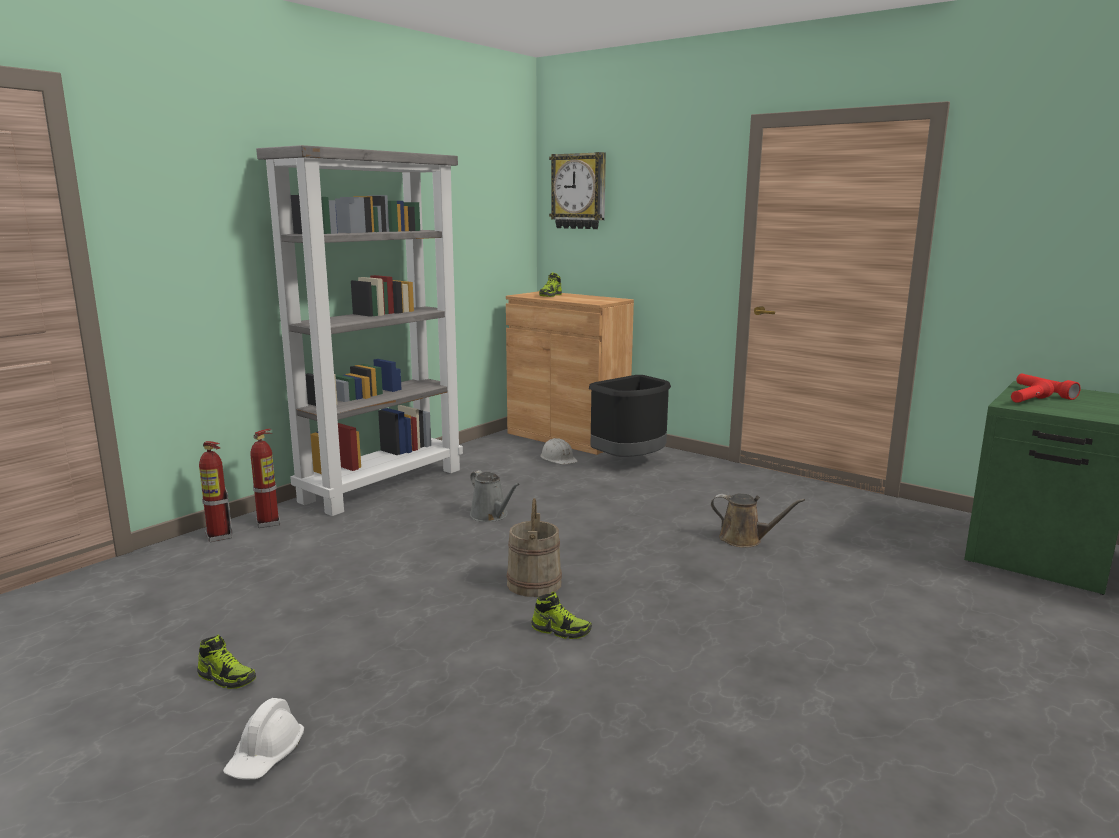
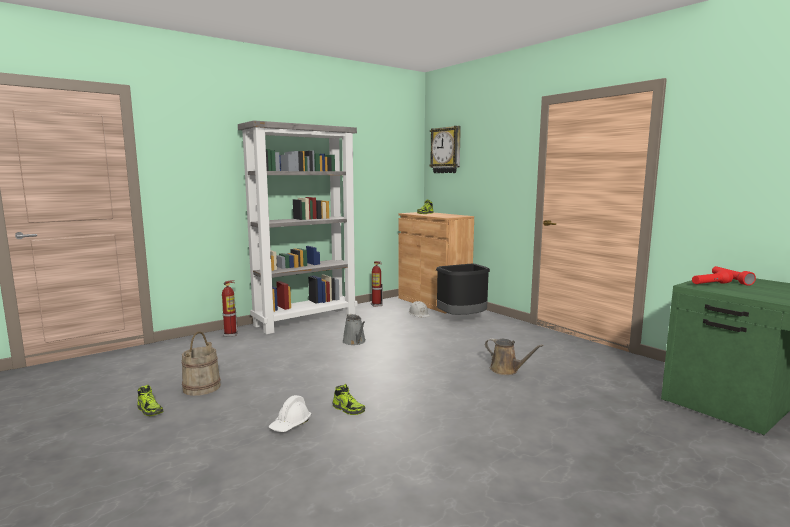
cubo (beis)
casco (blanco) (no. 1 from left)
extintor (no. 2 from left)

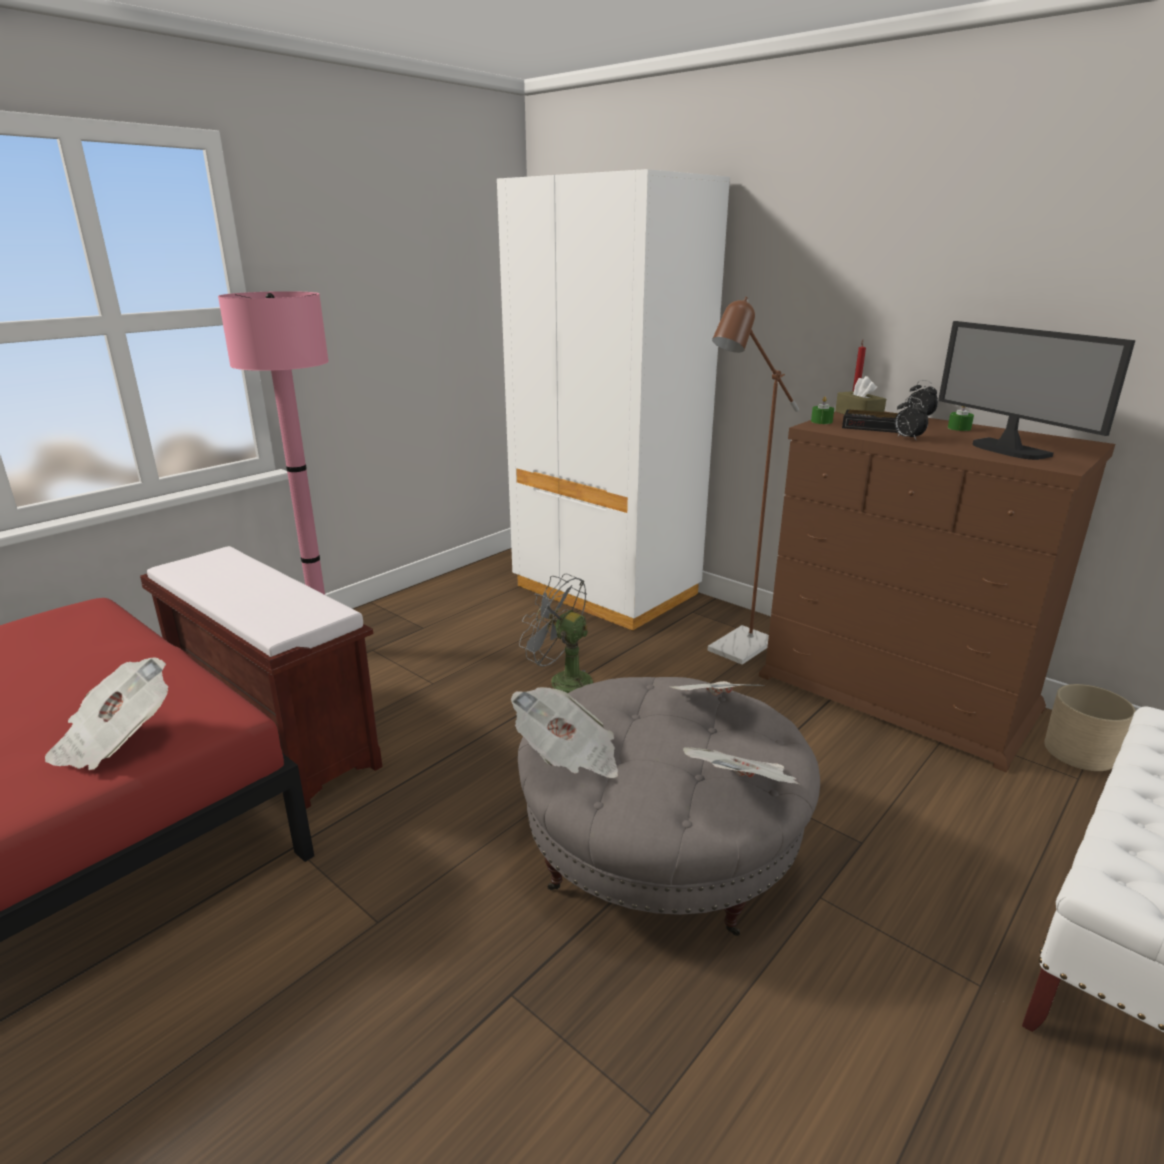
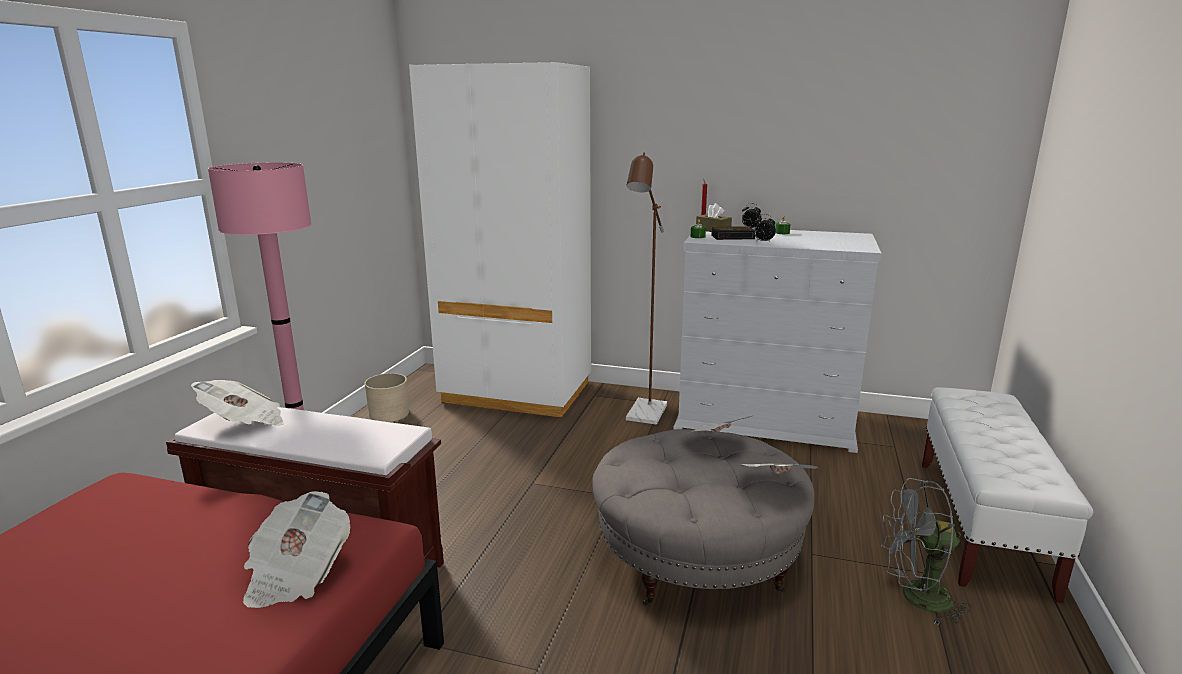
periódico (no. 1 from left)
maceta (beis)
cómoda (blanco)
ventilador (gris)
monitor

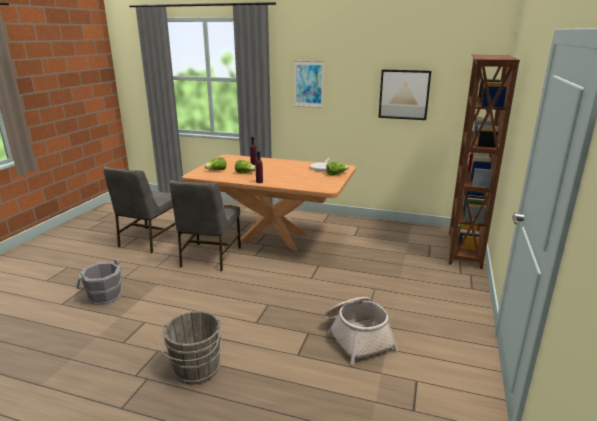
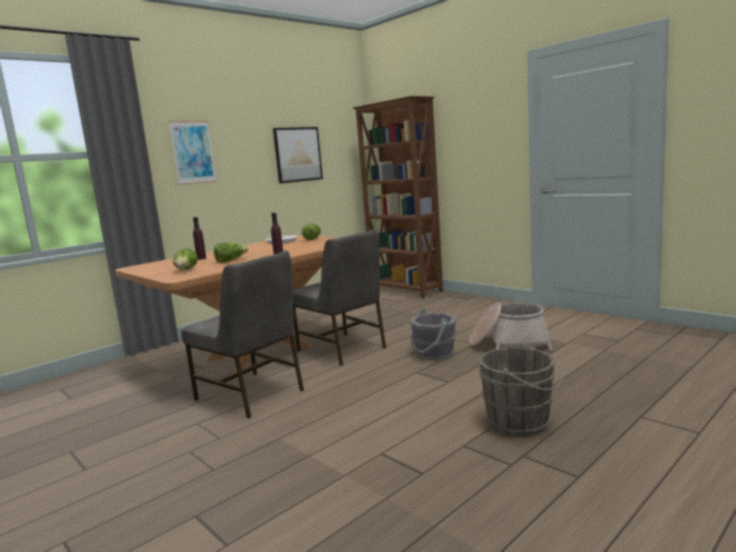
silla (gris) (no. 2 from left)
cubo (gris) (no. 1 from left)

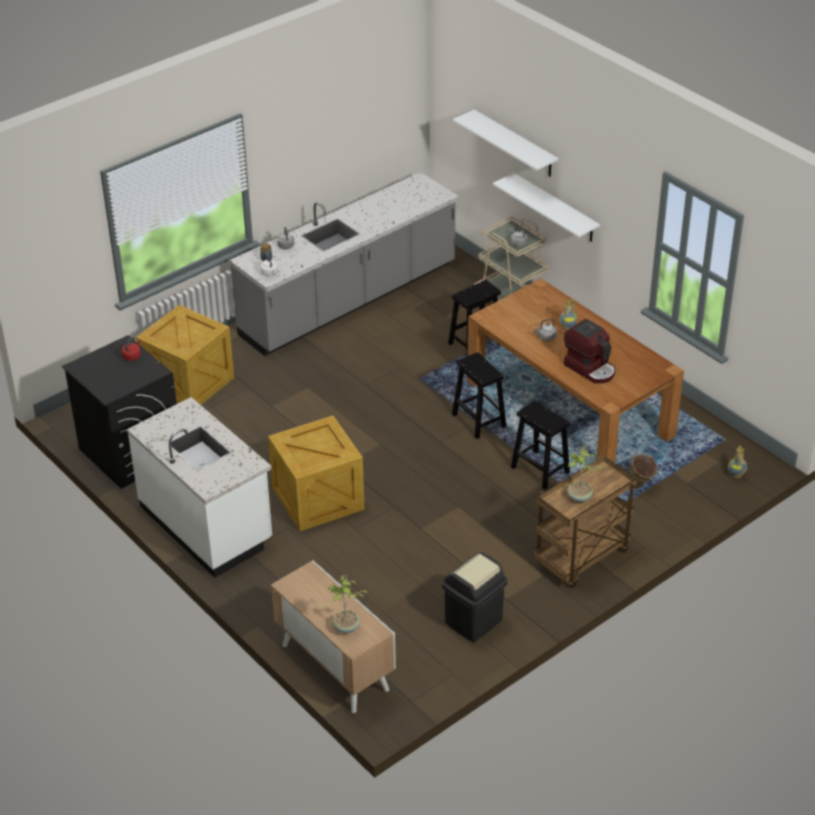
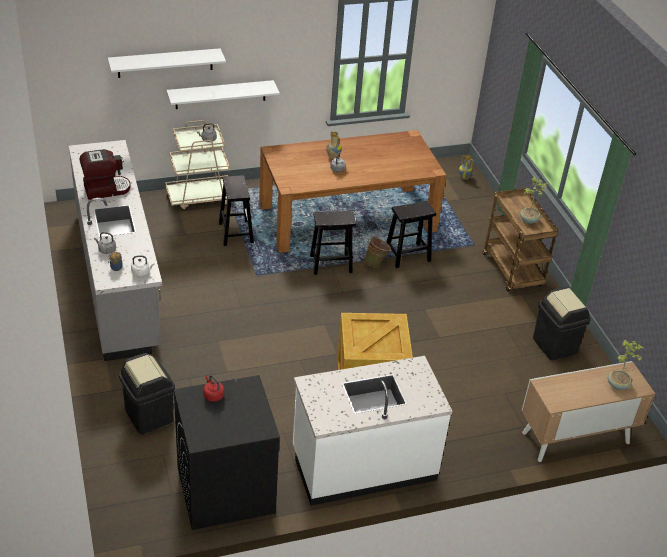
cafetera
papelera (negro) (no. 1 from left)
cubo (verde)

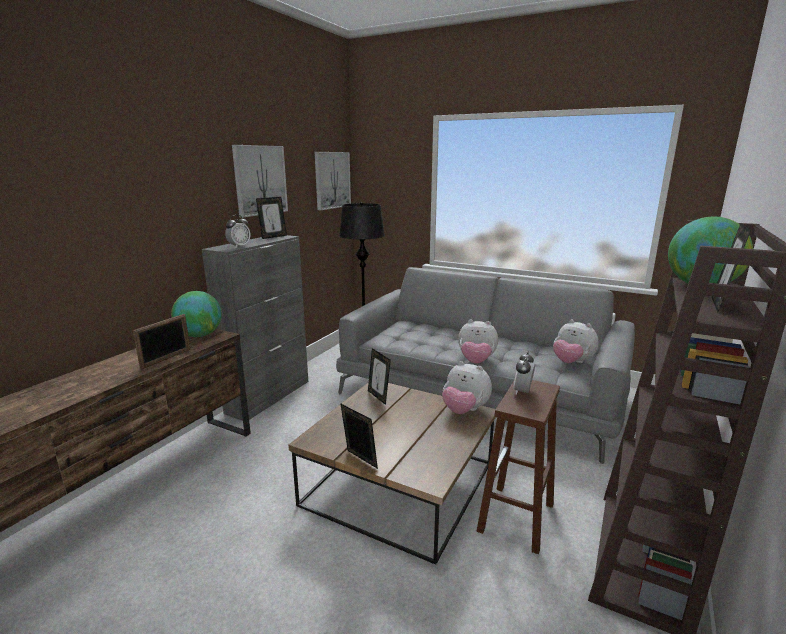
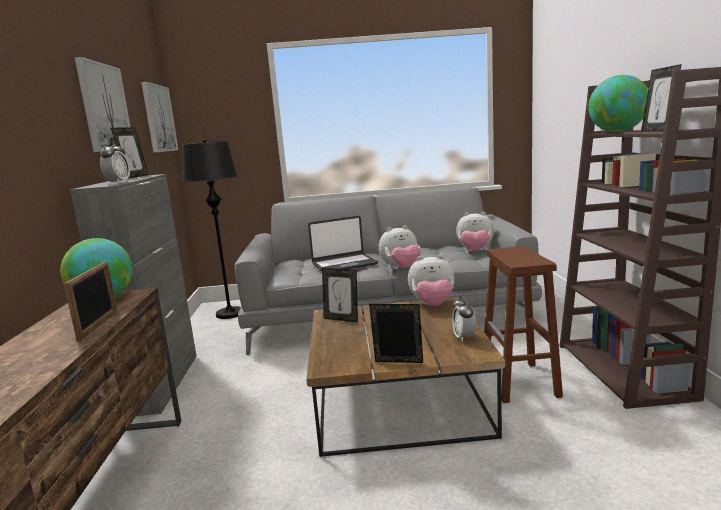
portátil
despertador (no. 2 from left)

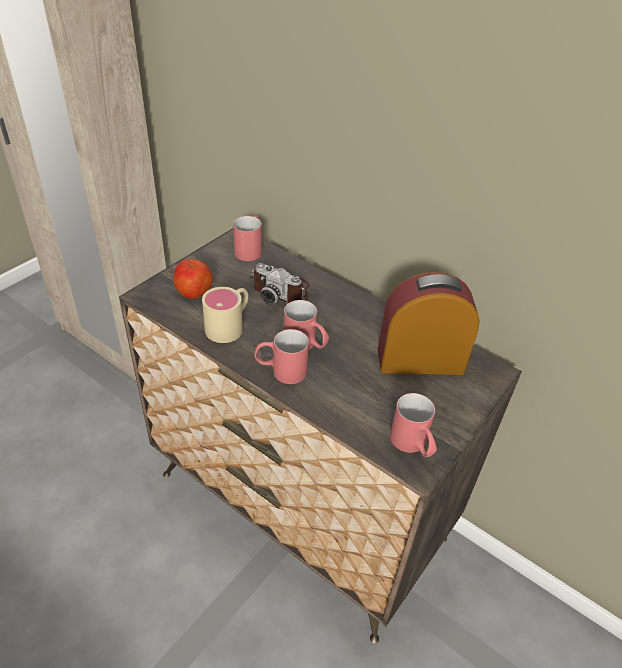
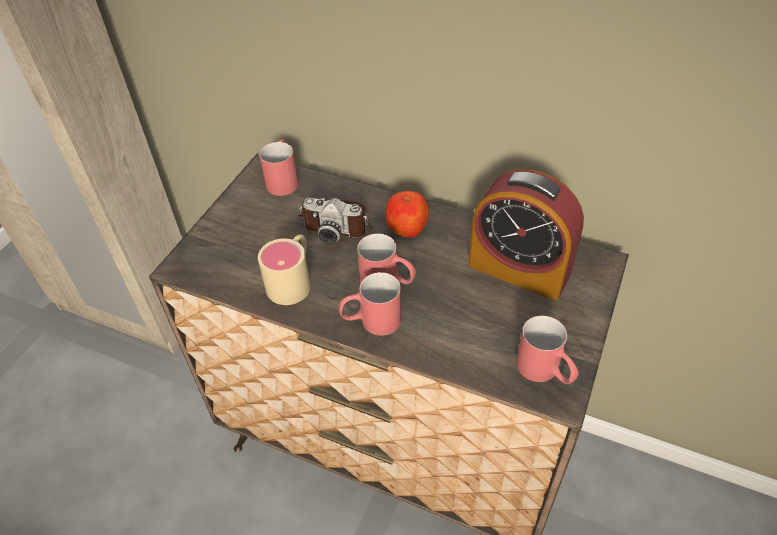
manzana
despertador

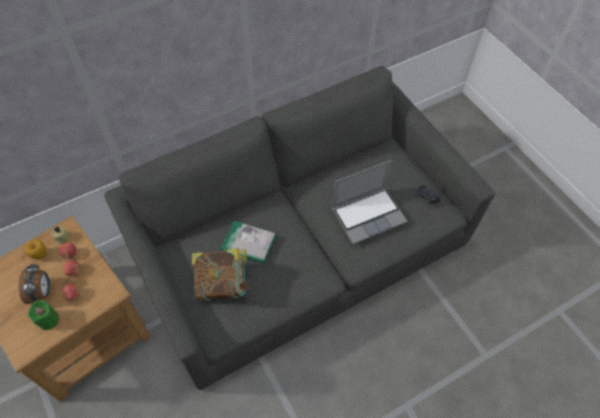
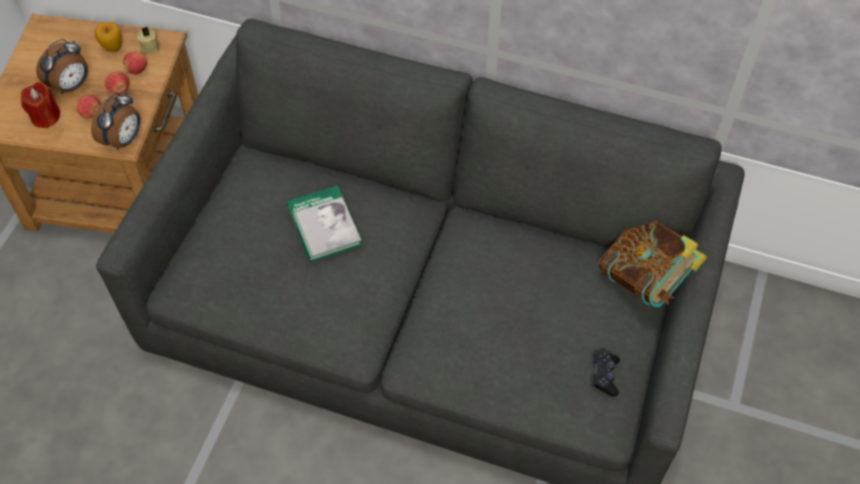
vela (rojo)
despertador (no. 2 from left)
libro (no. 2 from left)
portátil

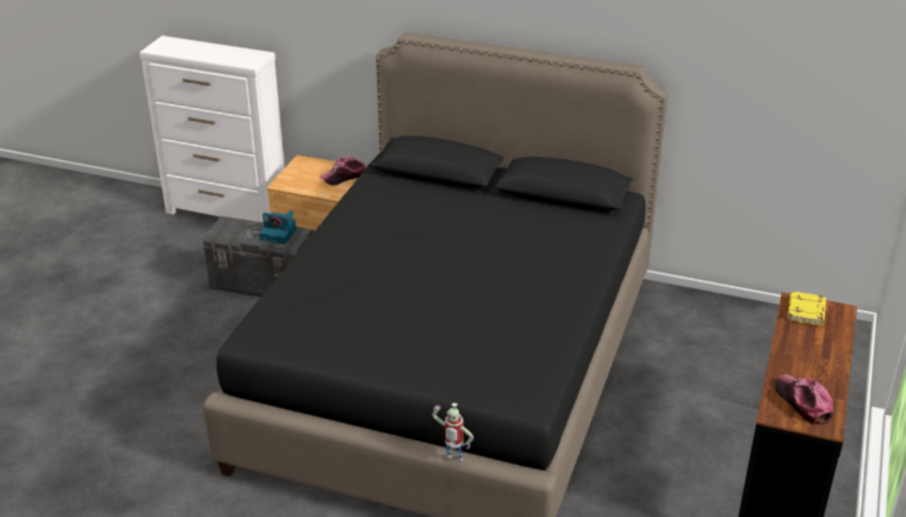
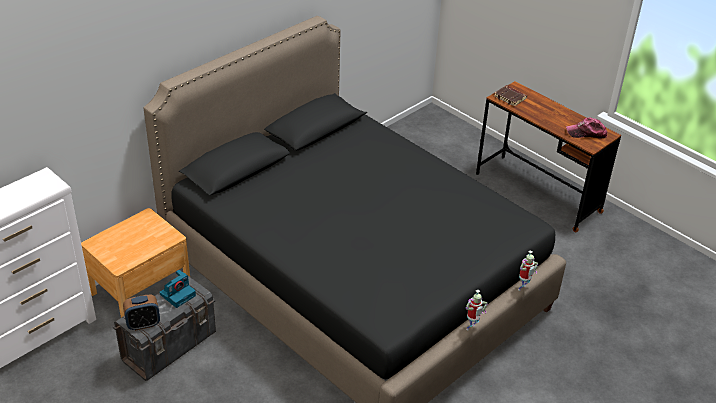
despertador
robot de juguete (no. 1 from left)
libro (marrón)
gorra (no. 1 from left in the first image)

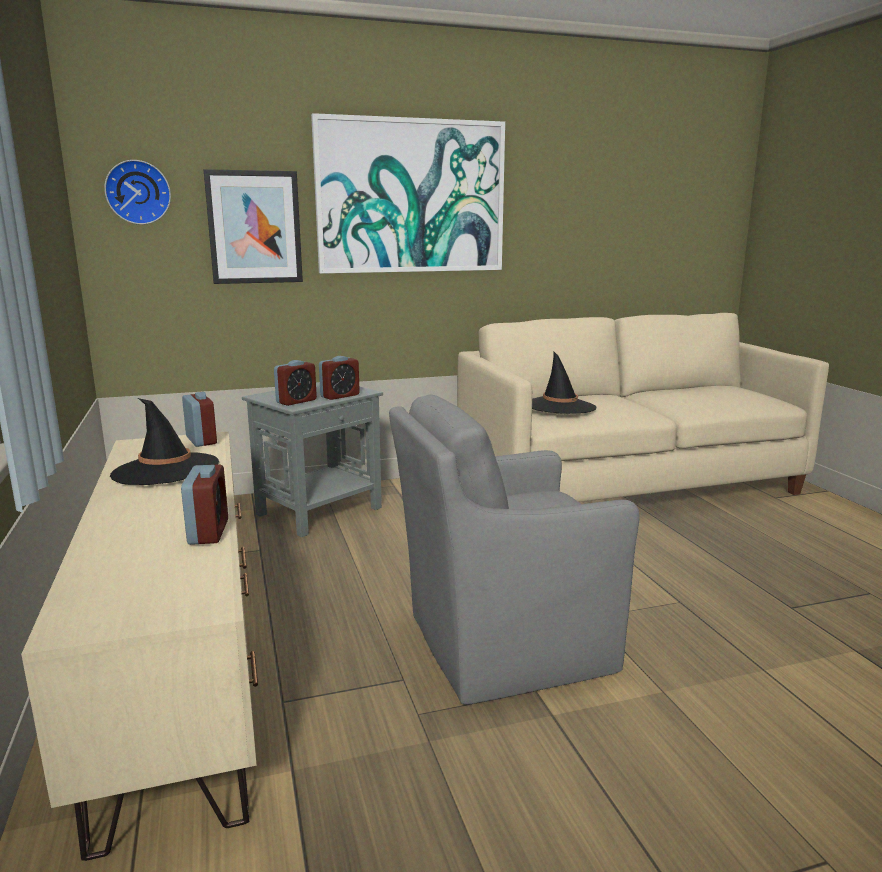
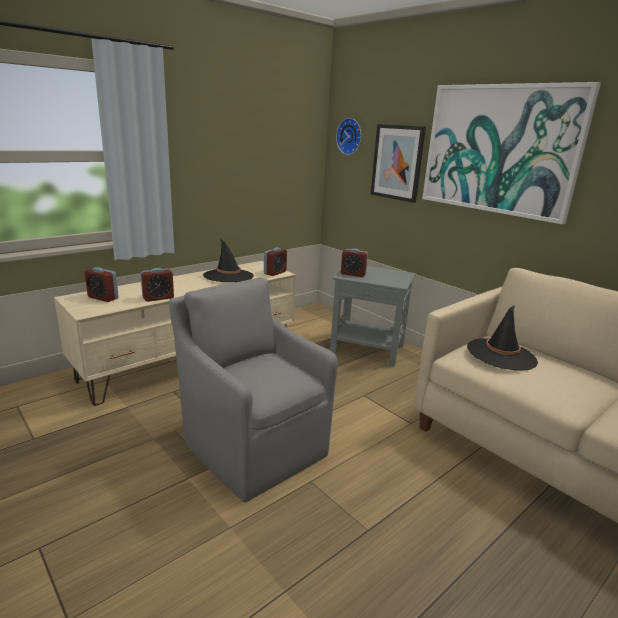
despertador (no. 1 from left)

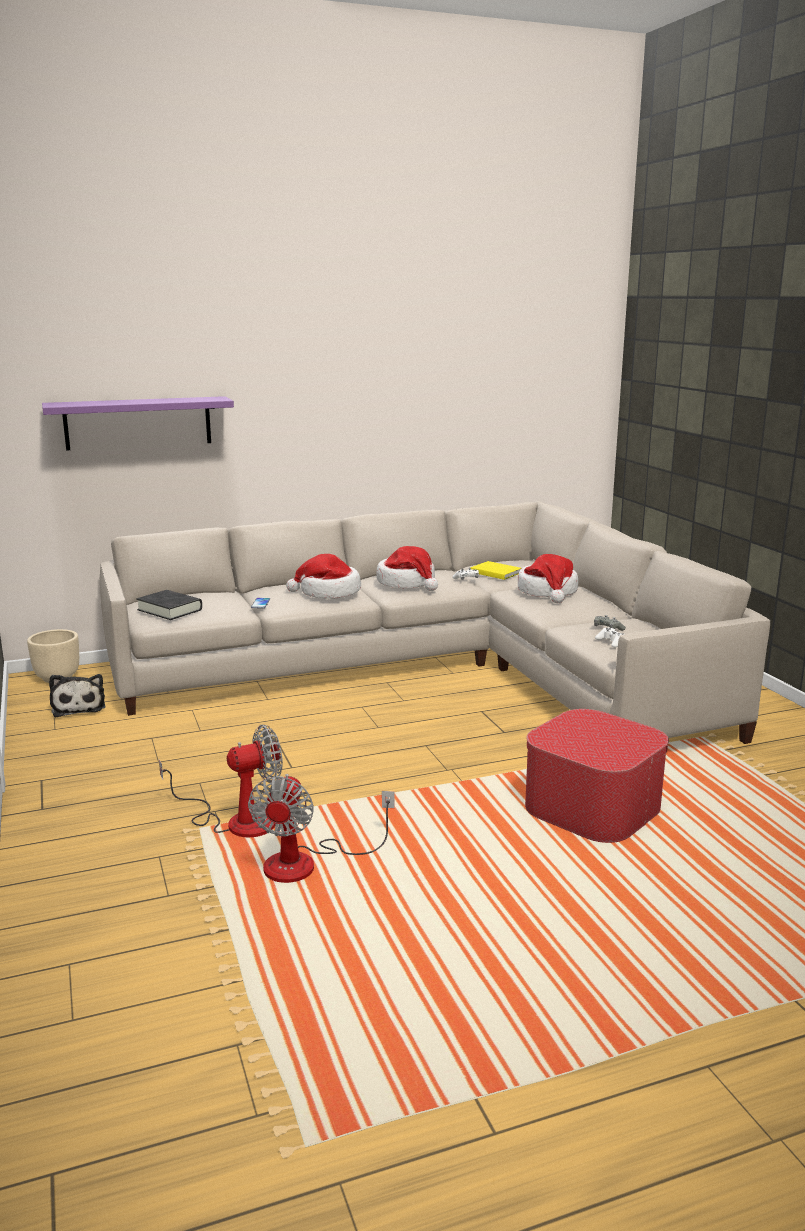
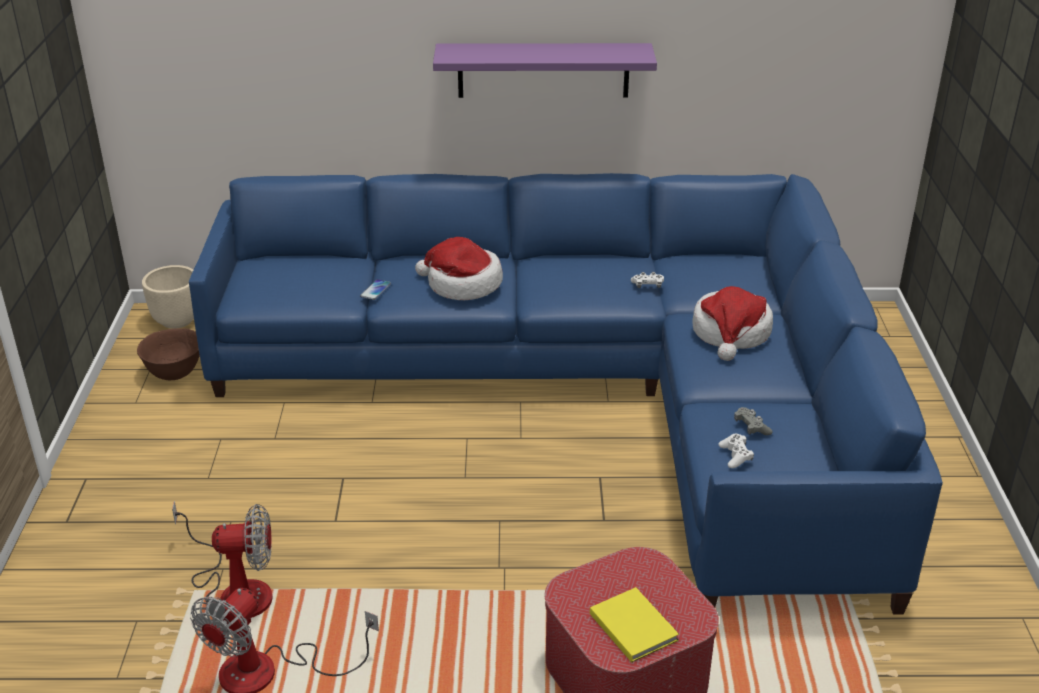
cuenco (marrón)
sofá (azul)
estante (morado)
libro (amarillo)
libro (negro)
sombrero (no. 2 from left in the first image)

